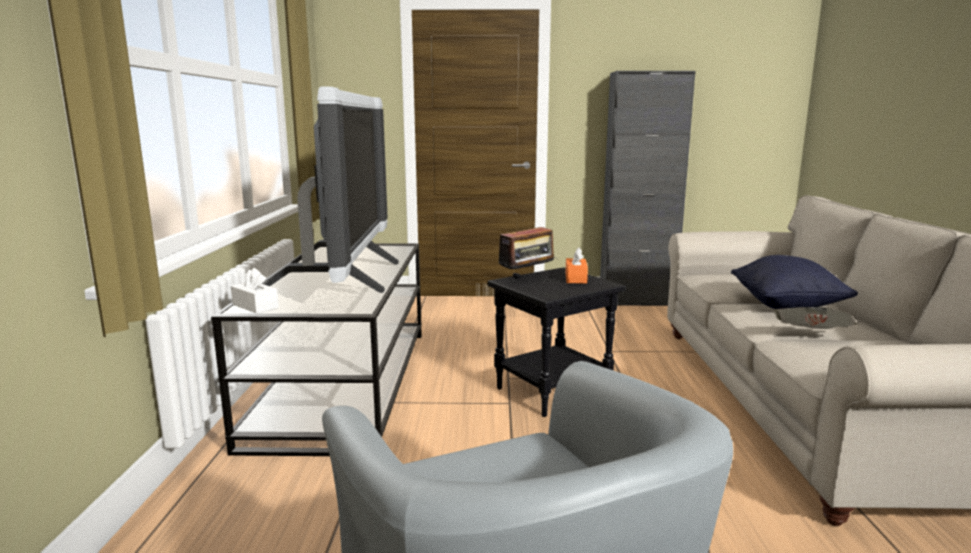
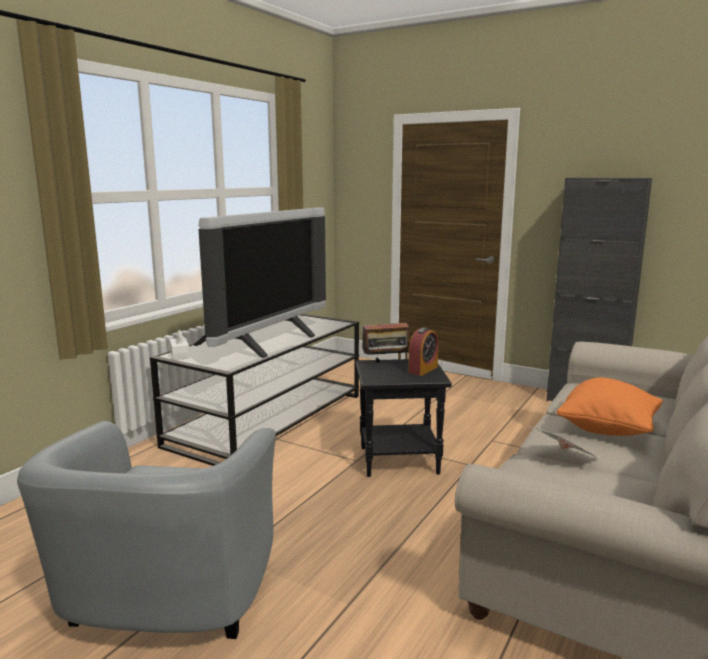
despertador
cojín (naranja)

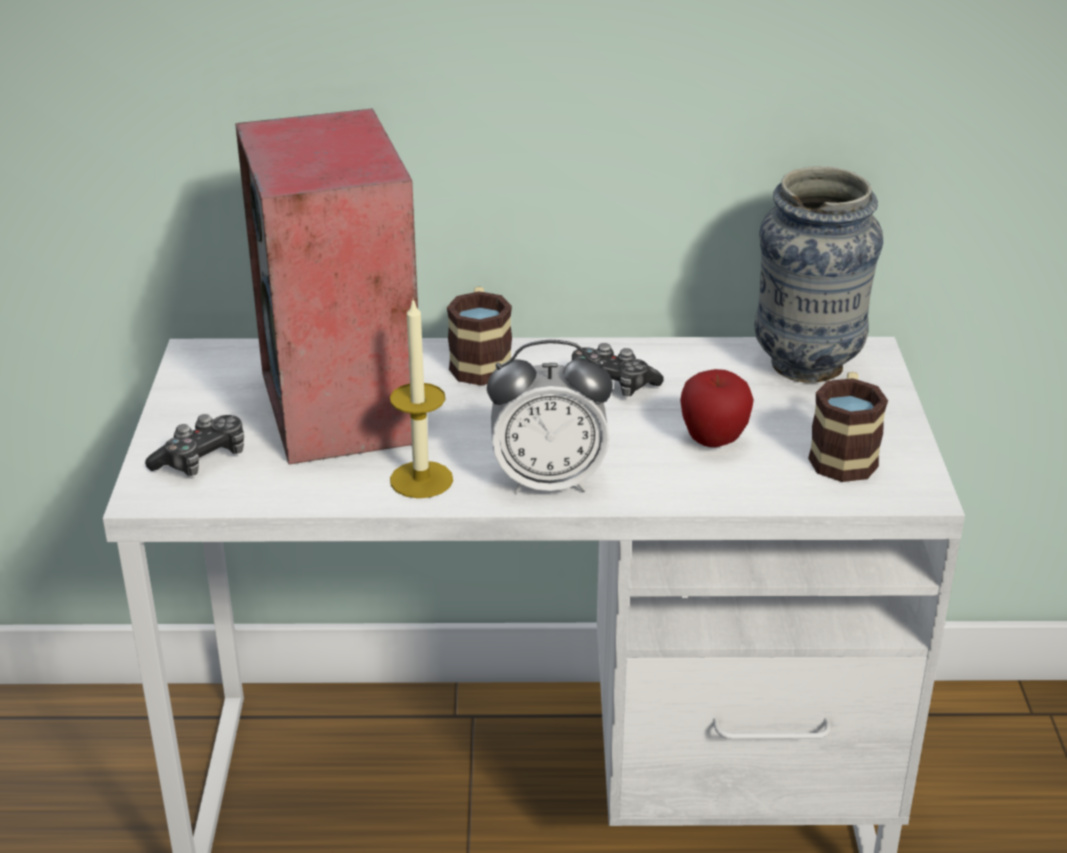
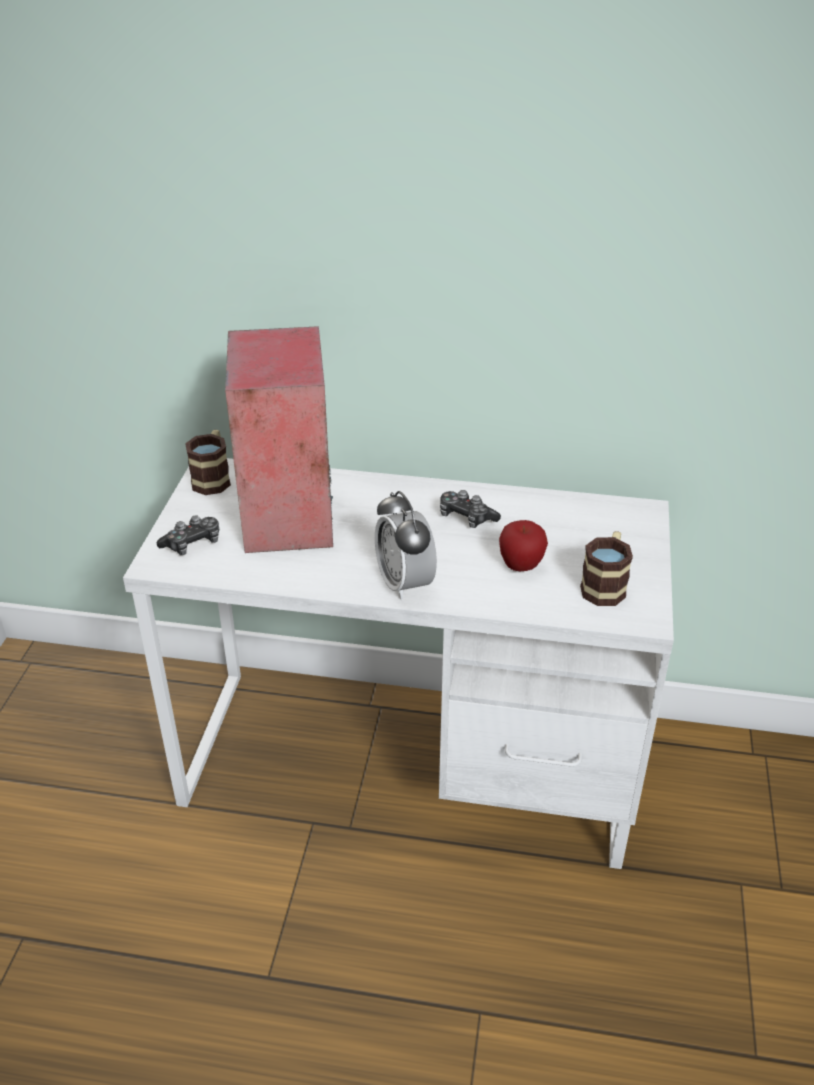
taza grande (no. 1 from left)
despertador
vela
florero

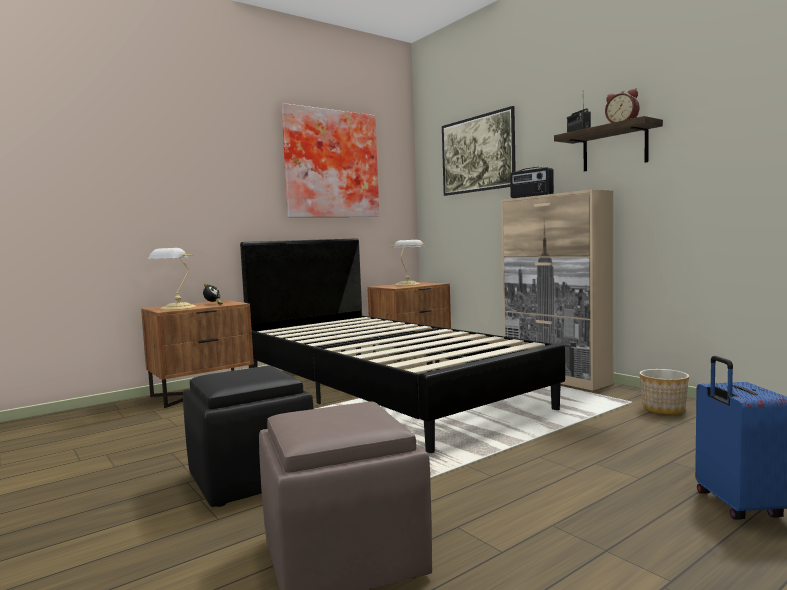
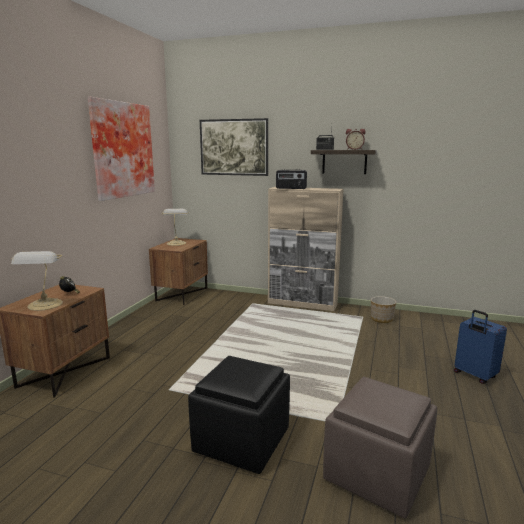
cama (negro)

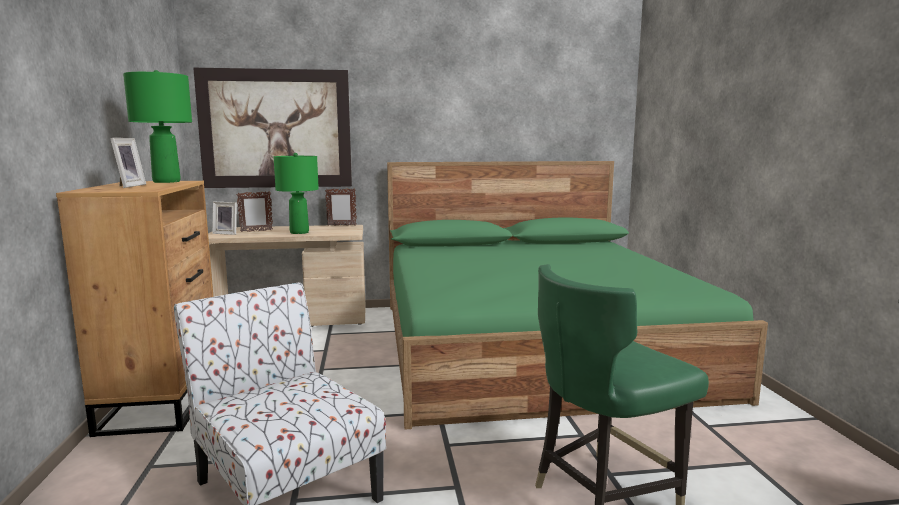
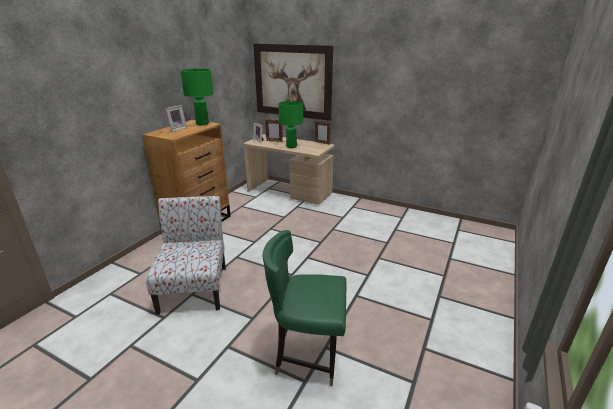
cama (verde)

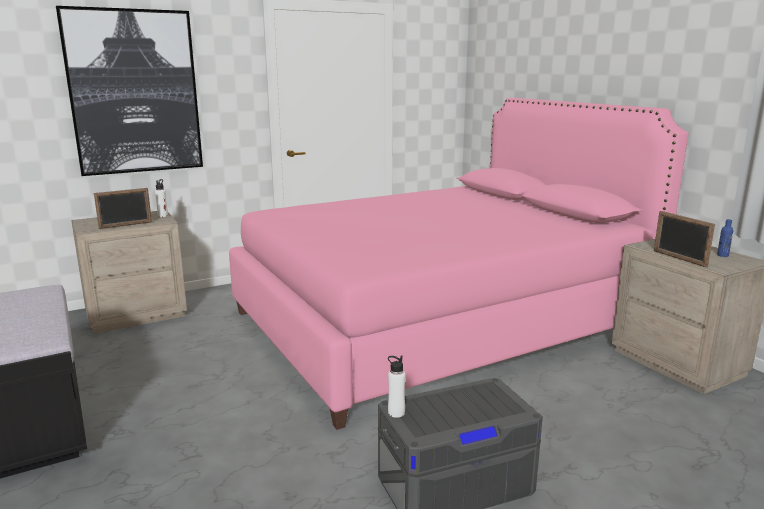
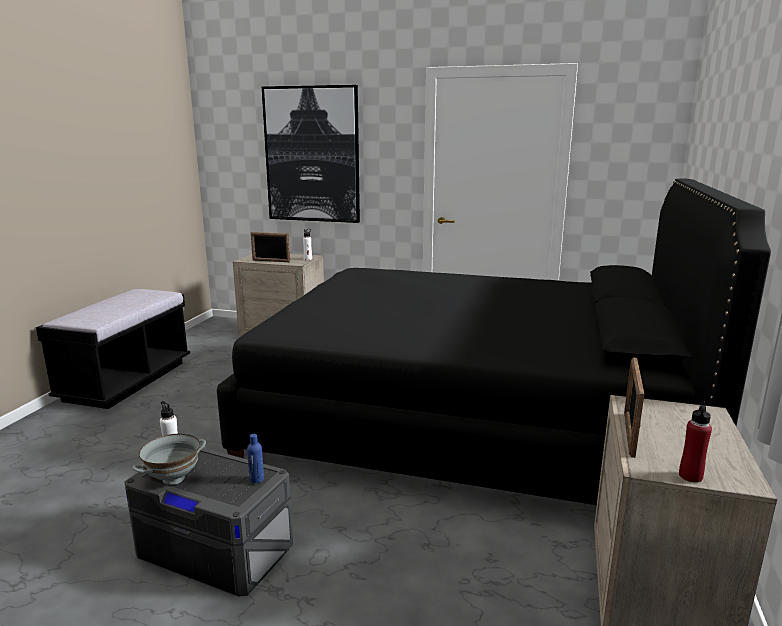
cuenco (gris)
cama (negro)
botella (azul)
botella (rojo)

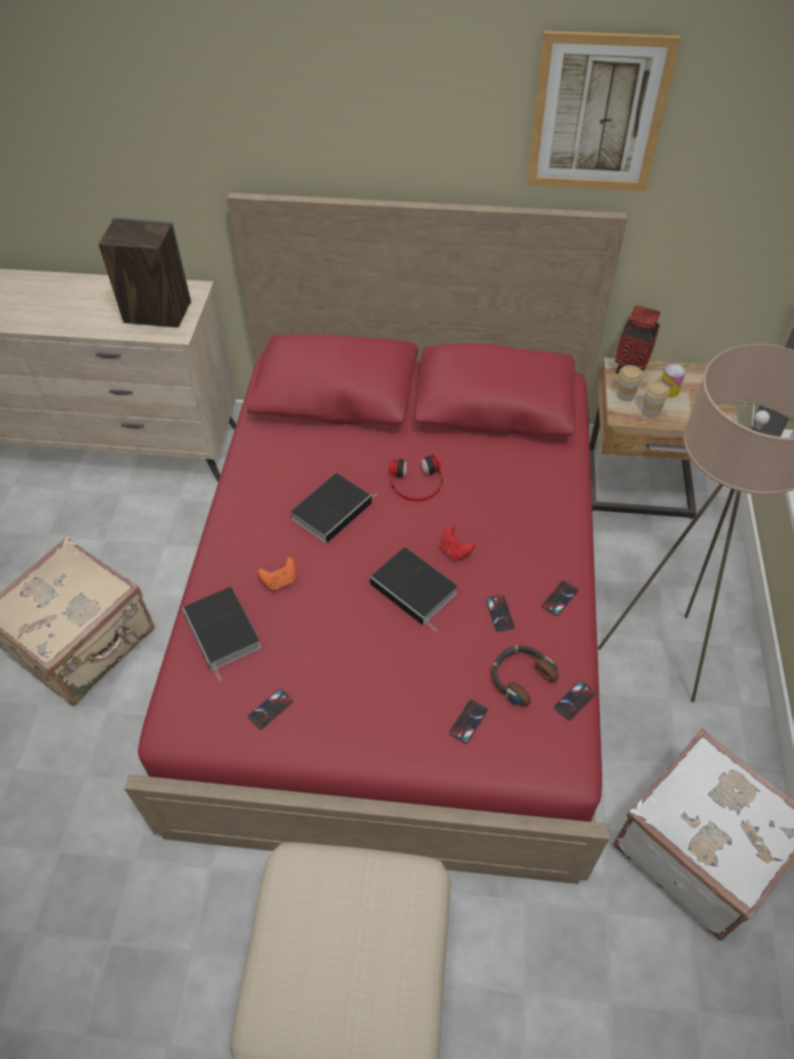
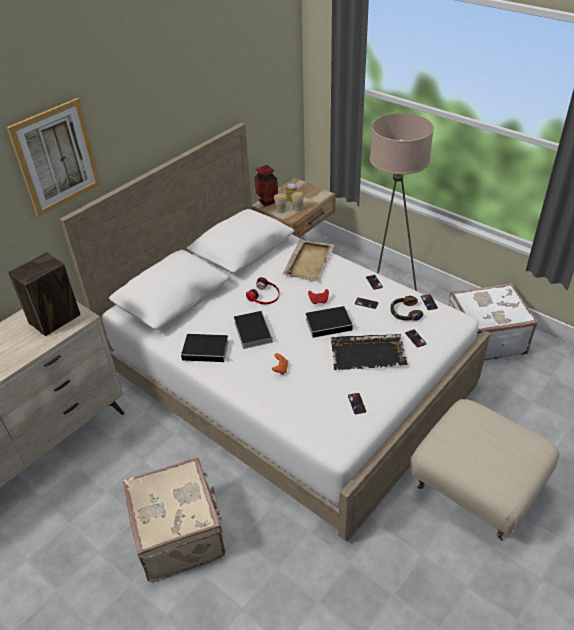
cuadro
cama (blanco)
libro (no. 1 from left)
bandeja (beis)
bandeja (negro)

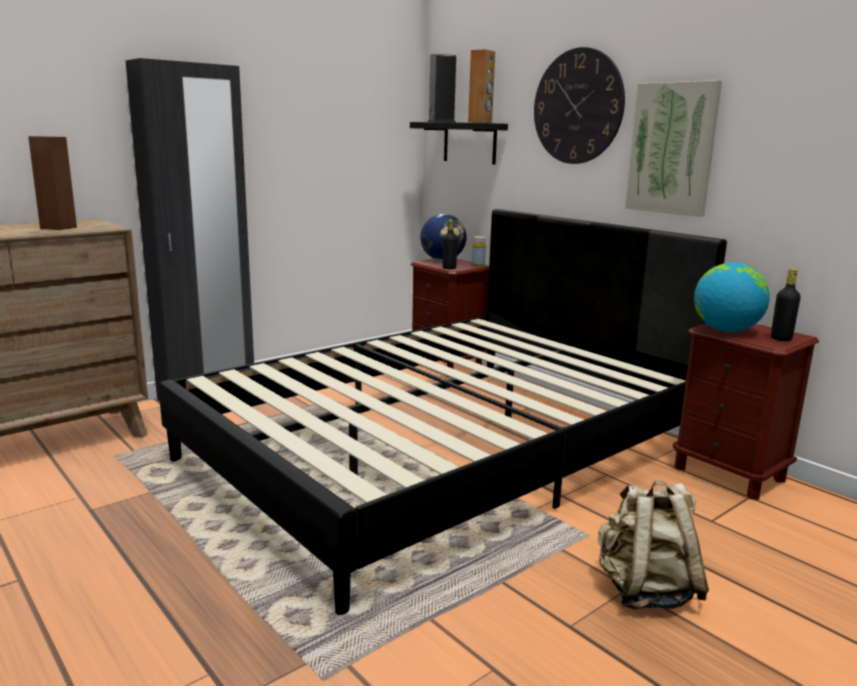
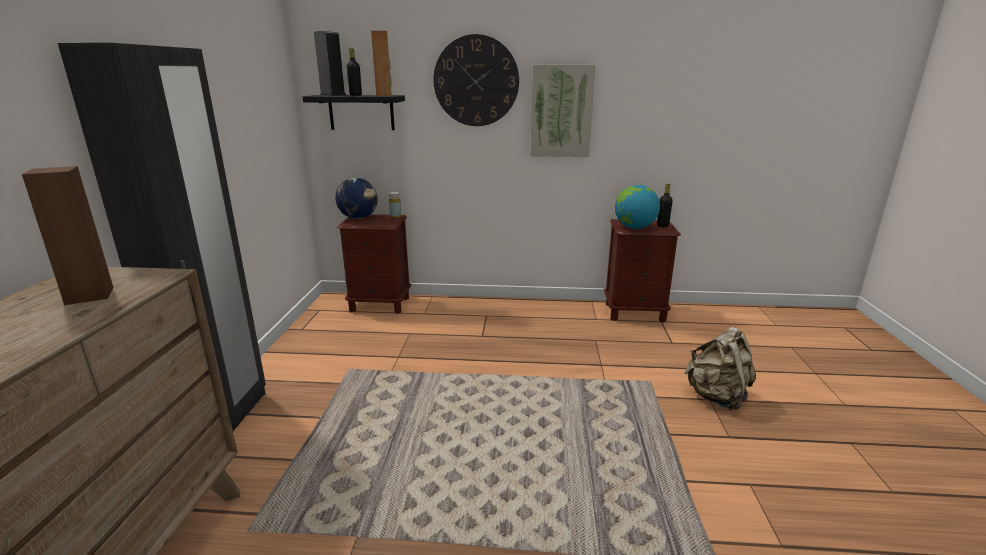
botella (negro) (no. 1 from left)
cama (negro)

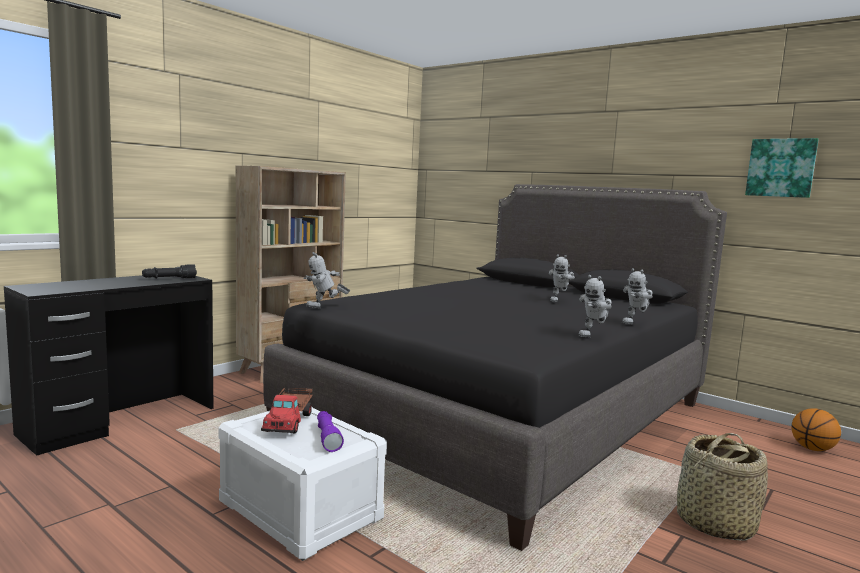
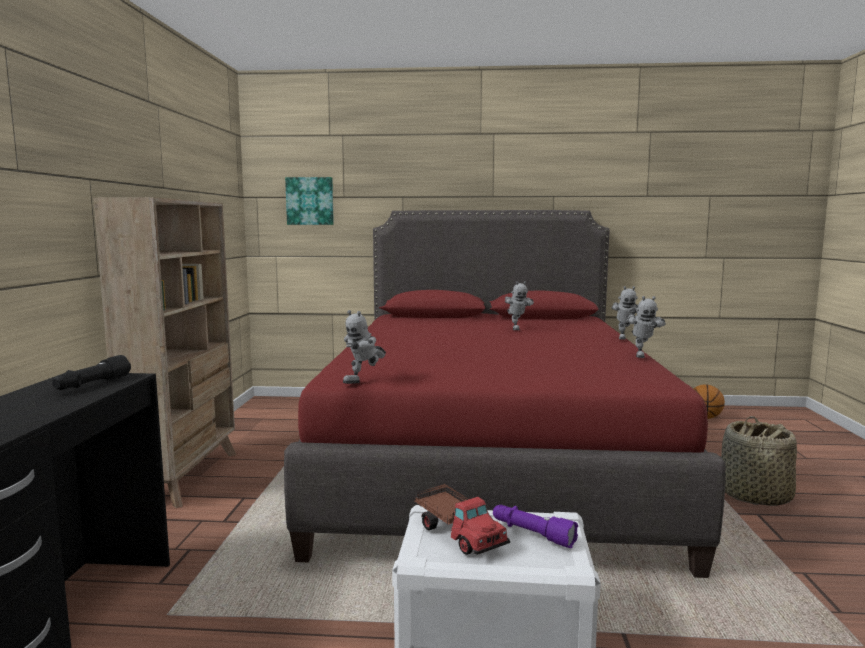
cama (rojo)
cuadro

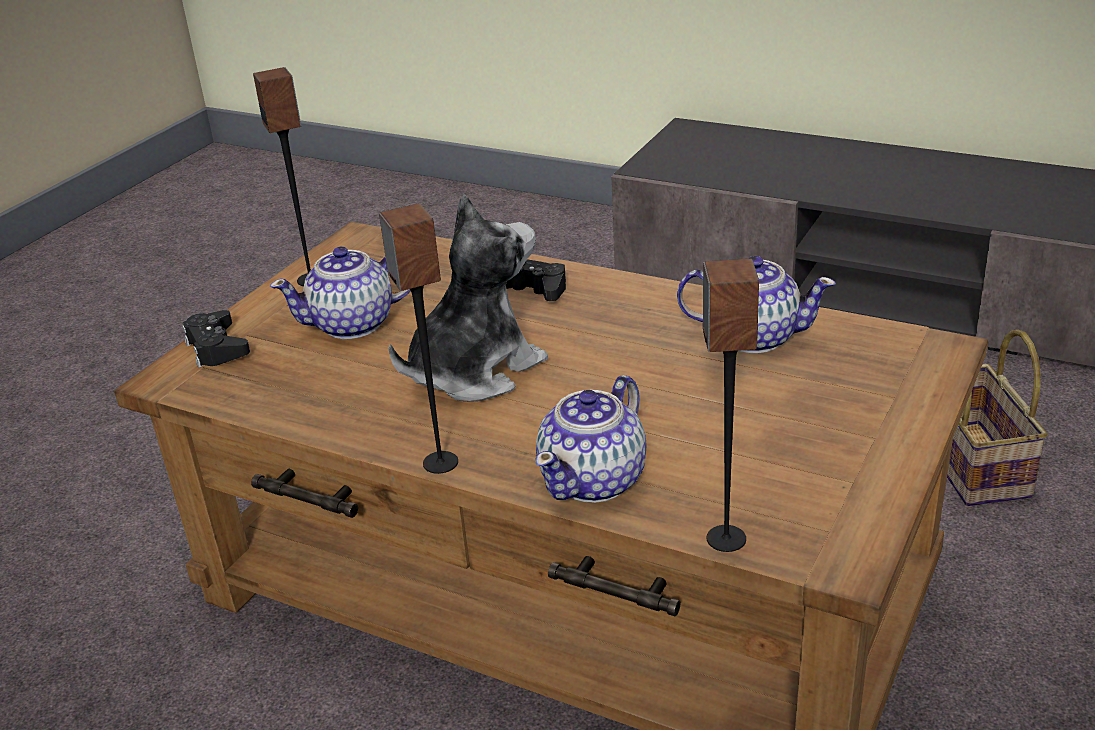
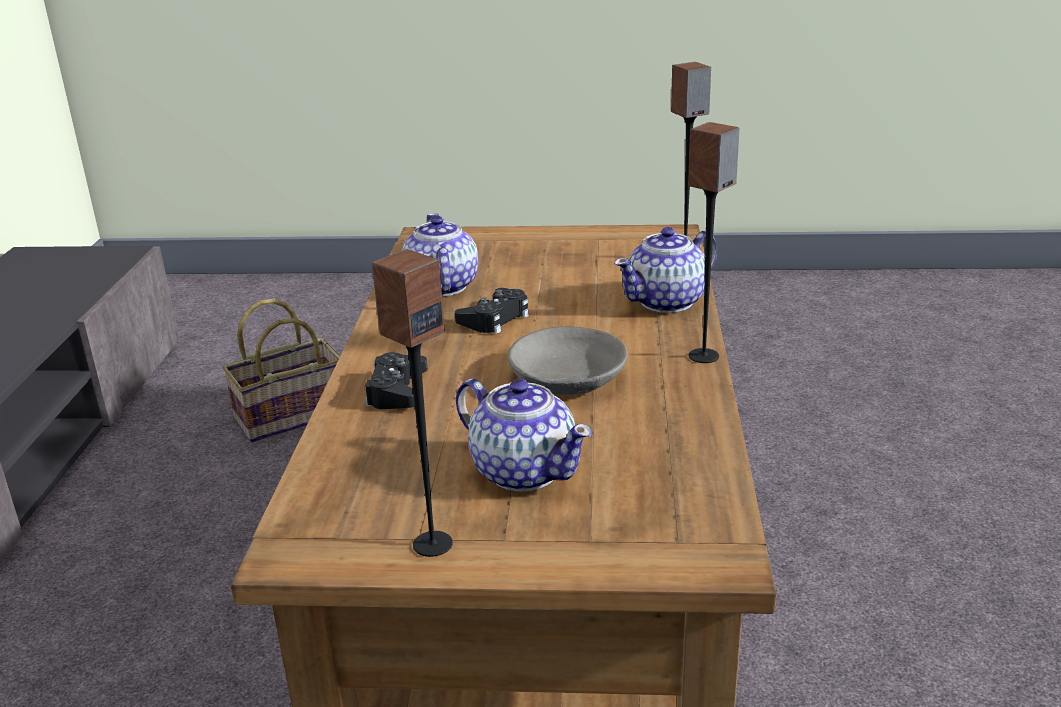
mando de consola (negro) (no. 2 from left)
cuenco (gris)
tetera (no. 3 from left)

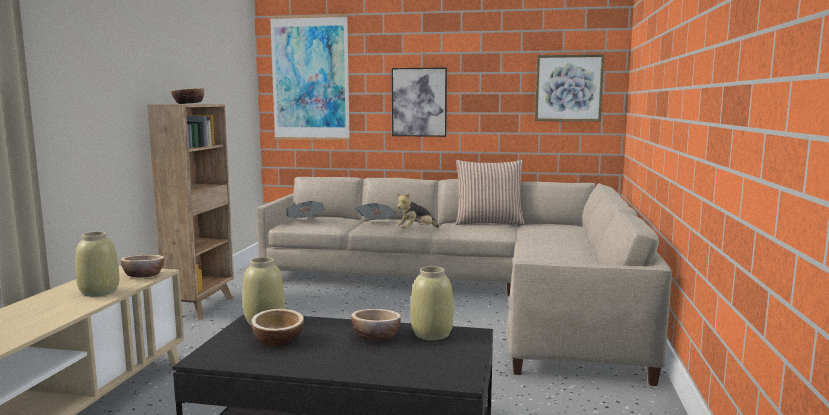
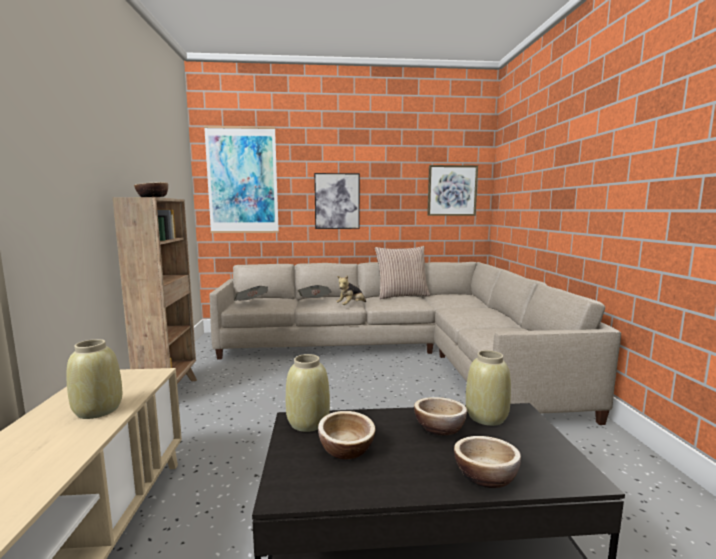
cuenco (no. 4 from left)

